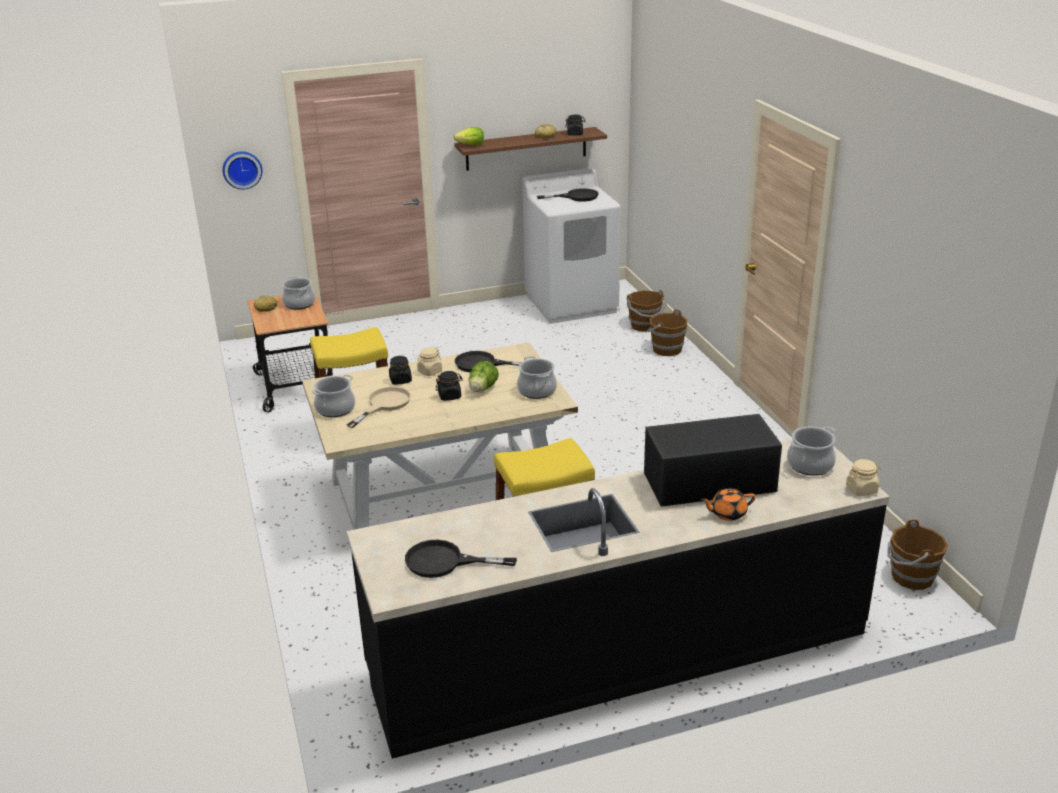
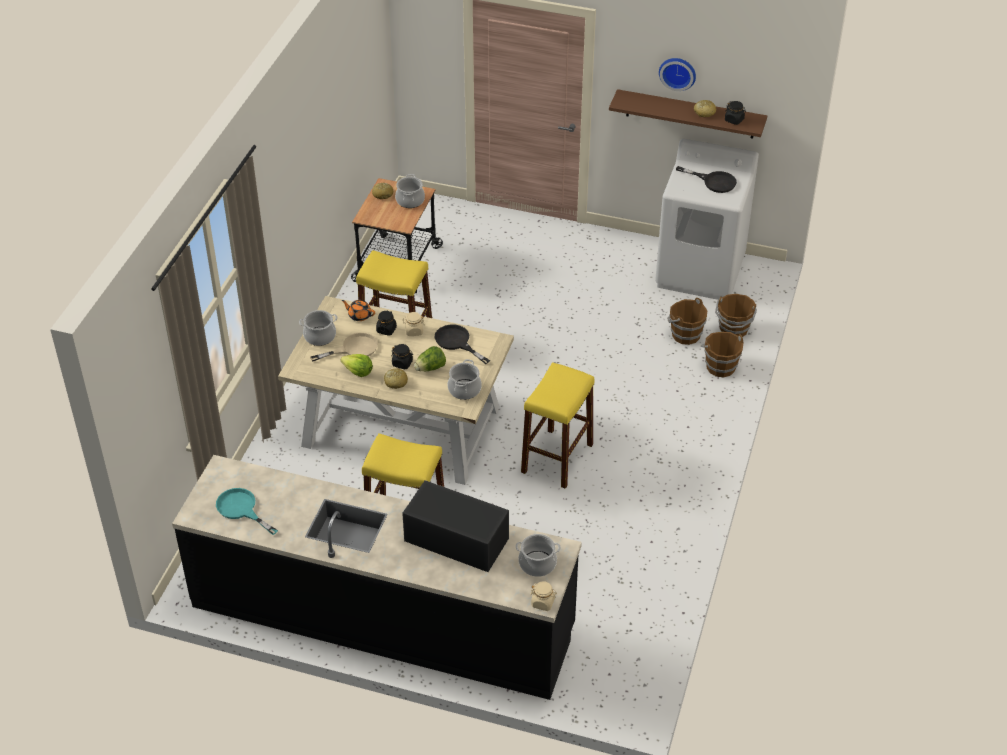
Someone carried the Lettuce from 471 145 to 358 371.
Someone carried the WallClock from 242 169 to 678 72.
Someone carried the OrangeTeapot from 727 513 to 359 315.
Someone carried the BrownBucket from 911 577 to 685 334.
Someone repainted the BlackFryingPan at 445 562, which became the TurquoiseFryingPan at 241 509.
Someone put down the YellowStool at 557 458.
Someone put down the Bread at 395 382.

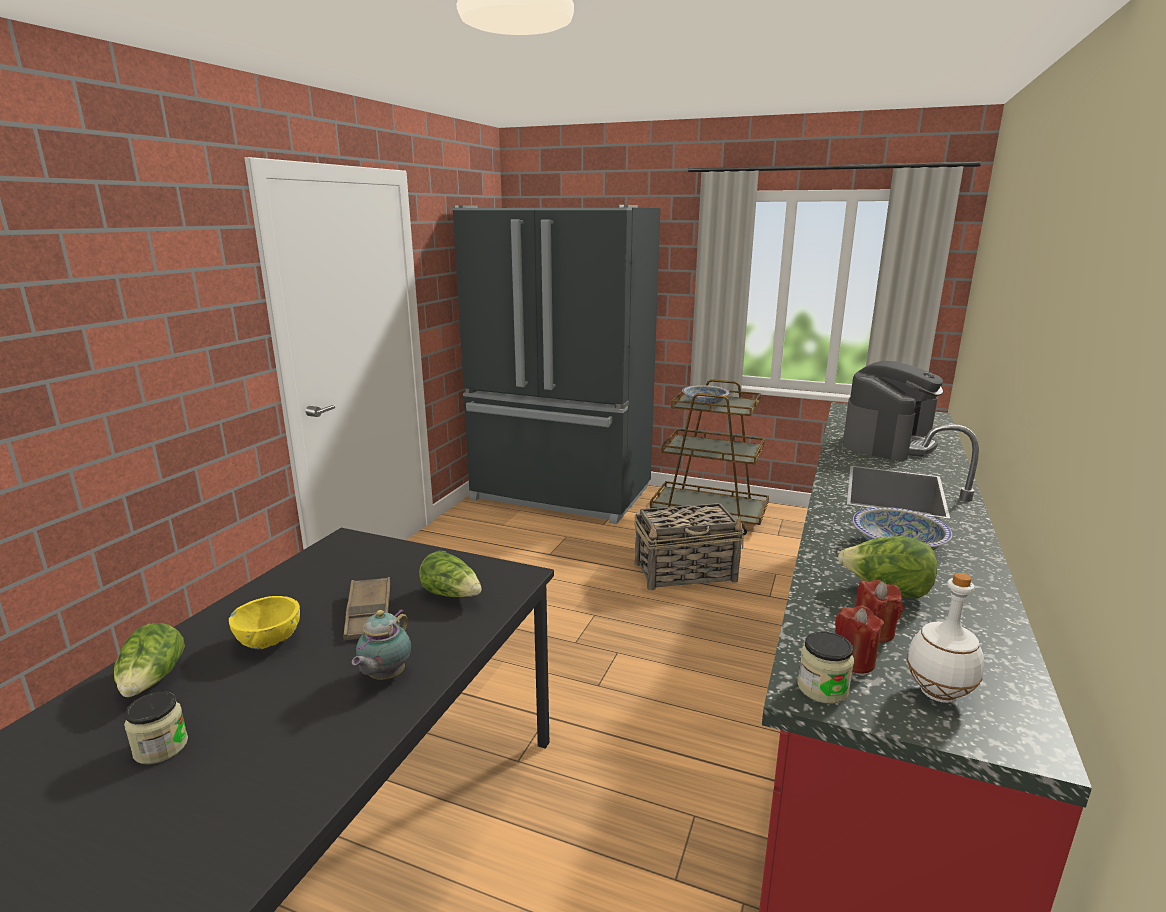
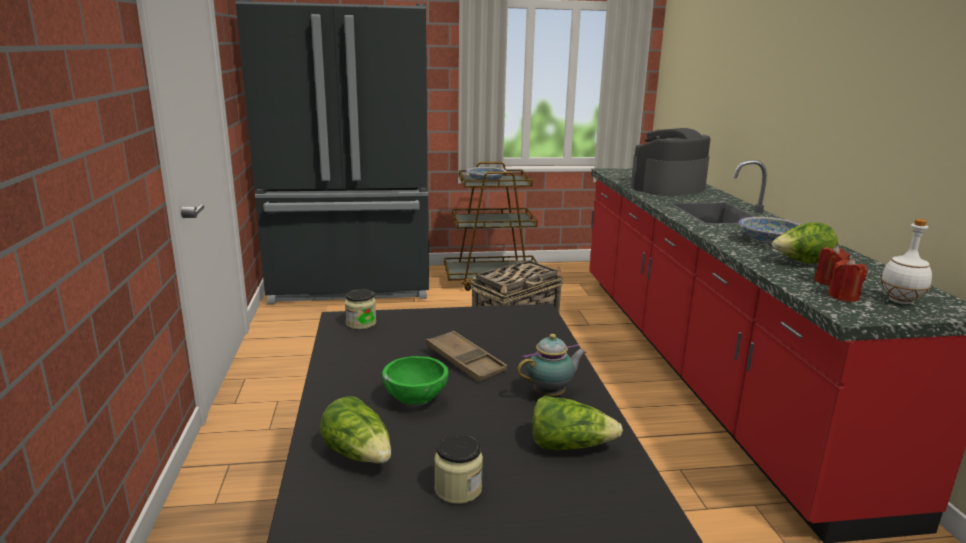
Someone rotated the CoffeeMachine at 888 443 by 135 degrees counterclockwise.
Someone carried the Lettuce from 452 594 to 569 445.
Someone repainted the YellowBowl at 270 642, which became the GreenBowl at 415 400.
Someone rotated the Teapot at 384 677 by 105 degrees counterclockwise.
Someone carried the Jar from 822 688 to 361 323.

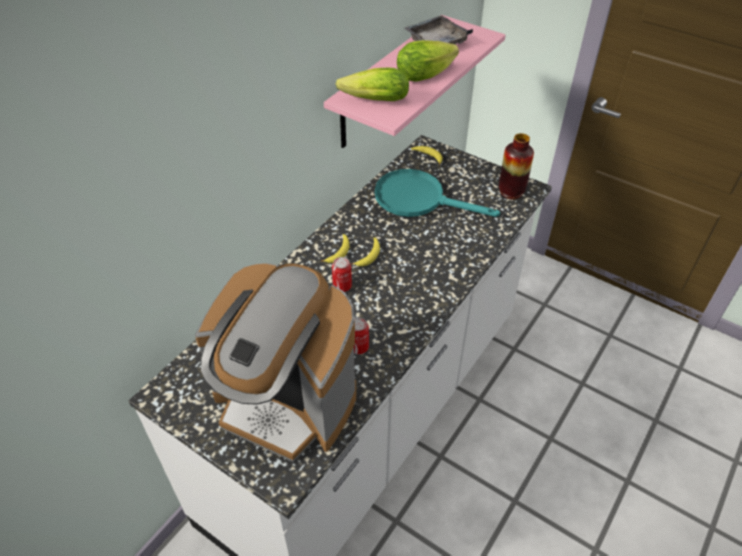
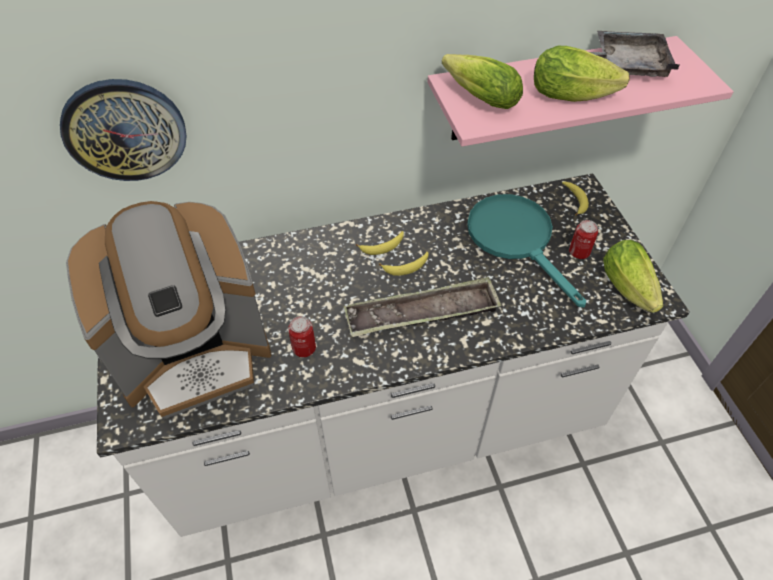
Someone swapped the Vase at 511 192 for the Lettuce at 629 290.
Someone carried the Can from 342 286 to 579 252.
Someone rotated the CoffeeMachine at 286 403 by 90 degrees counterclockwise.
Someone put up the WallClock at 125 130.
Someone put down the Tray at 422 313.

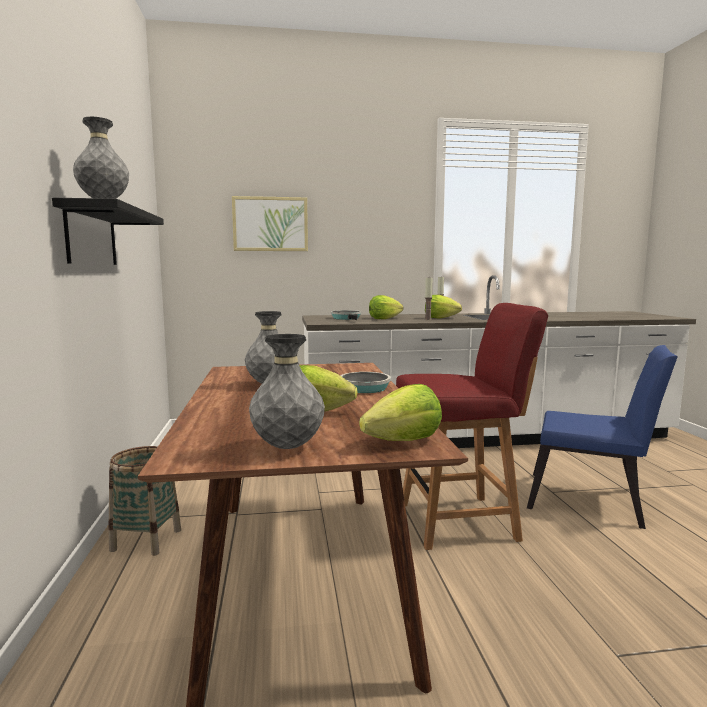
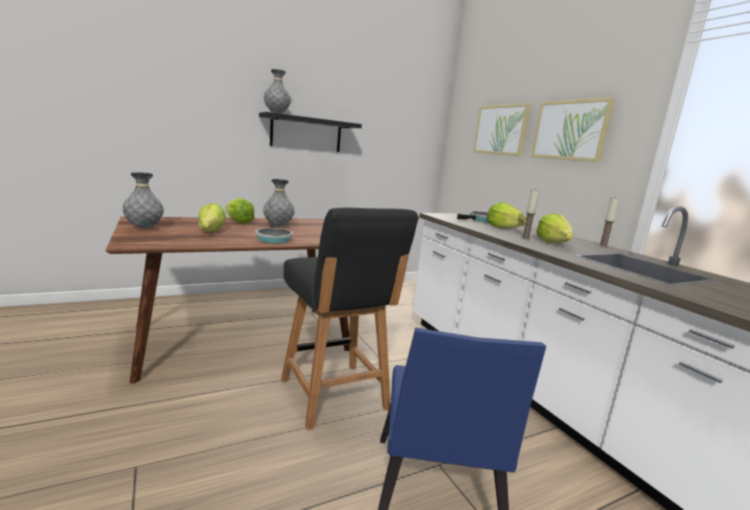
Someone repainted the RedChair at 460 521, which became the BlackChair at 334 396.
Someone carried the Lettuce from 404 441 to 238 221.
Someone took away the Basket at 146 540.
Someone put up the Picture at 570 130.

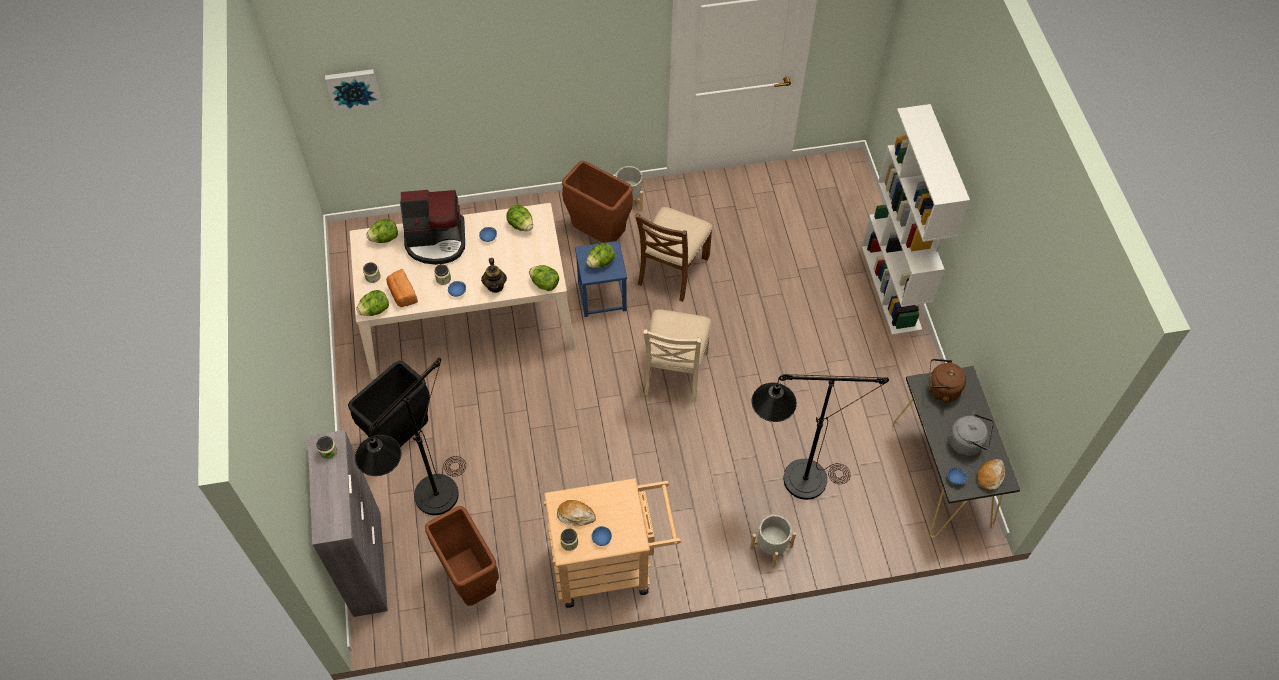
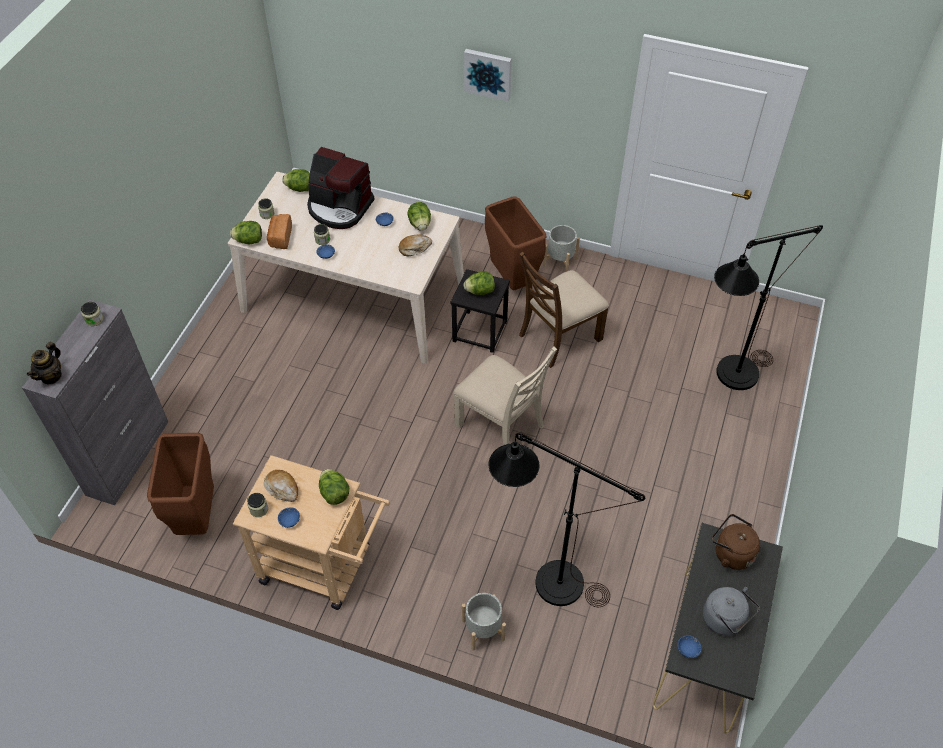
Someone carried the Picture from 353 89 to 488 73.
Someone took away the WhiteBookcase at 891 287.
Someone repainted the BlueStool at 602 296, which became the BlackStool at 480 331.
Someone carried the Teapot from 495 285 to 51 376.
Someone carried the Lettuce from 545 284 to 334 493.
Someone rotated the BeigeChair at 674 372 by 90 degrees counterclockwise.
Someone carried the BlackFloorLamp from 429 505 to 728 378.
Someone took away the BlackTrashCan at 401 436.
Someone carried the Bread from 990 476 to 414 248.

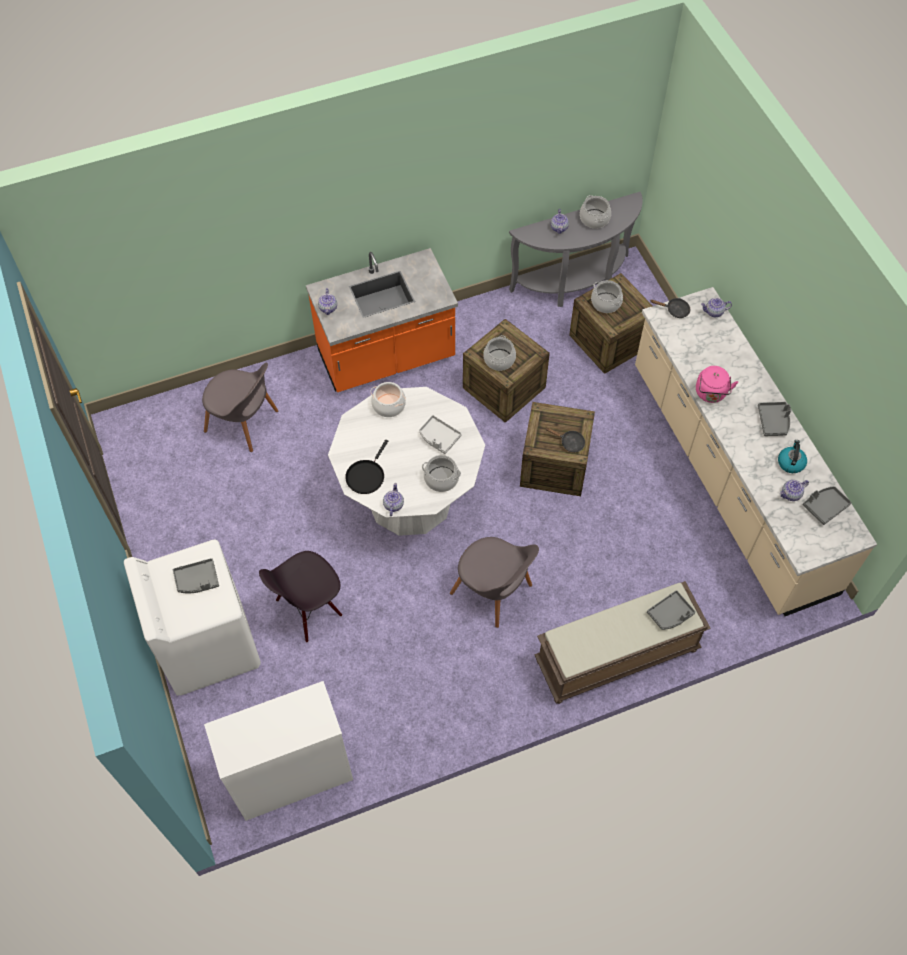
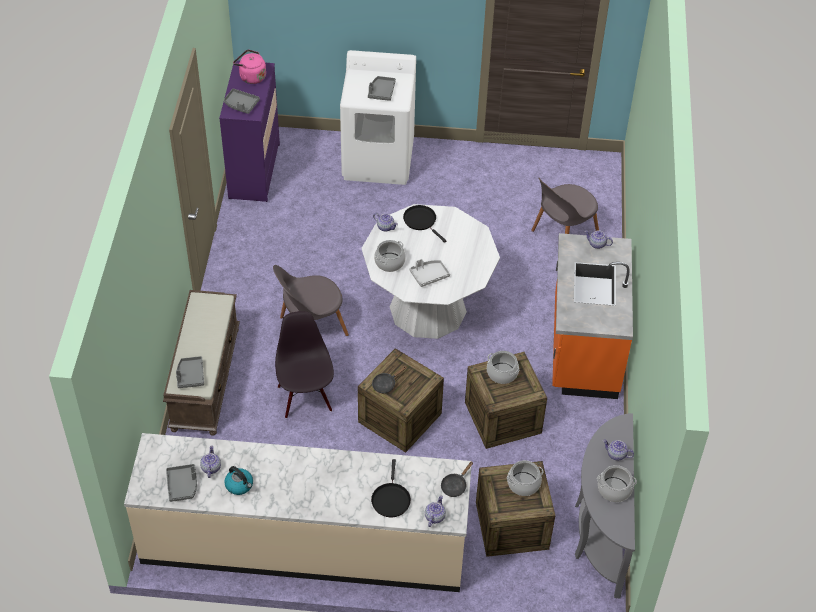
Someone carried the PinkKettle from 711 394 to 251 77.
Someone took away the CookingPot at 388 405.
Someone carried the GreyTray from 773 421 to 241 105.
Someone carried the BlackChair from 309 609 to 305 398.
Someone repainted the WhiteDresser at 292 775, which became the PurpleDresser at 254 171.
Someone put down the BlackFryingPan at 390 499.

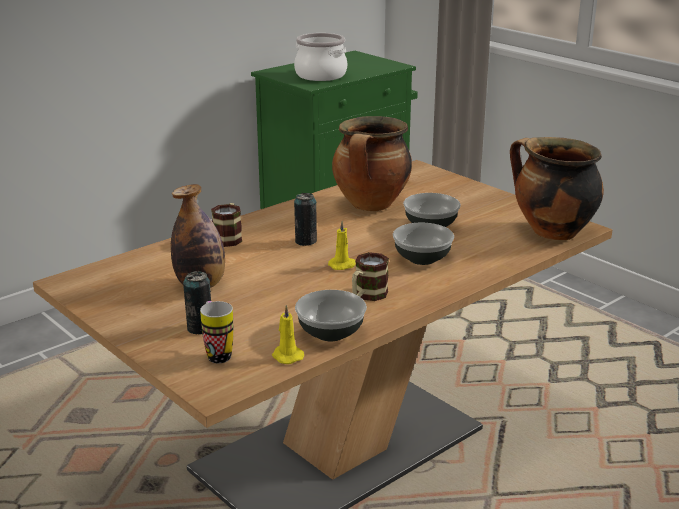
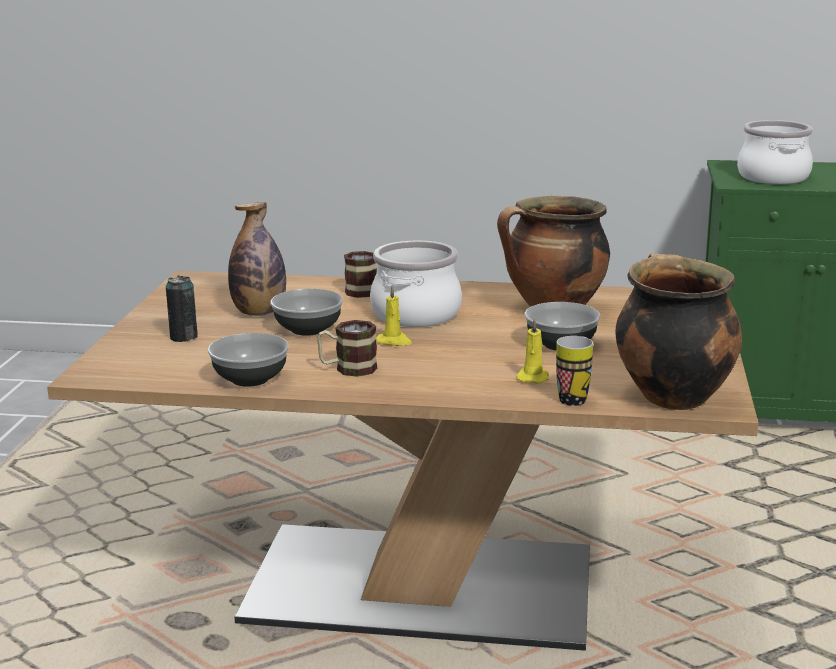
Someone swapped the Can at 306 241 for the CookingPot at 417 315.
Someone carried the Bowl from 422 259 to 307 330.
Someone carried the Mug from 217 353 to 575 397.
Someone carried the YellowCandle from 286 356 to 533 377.

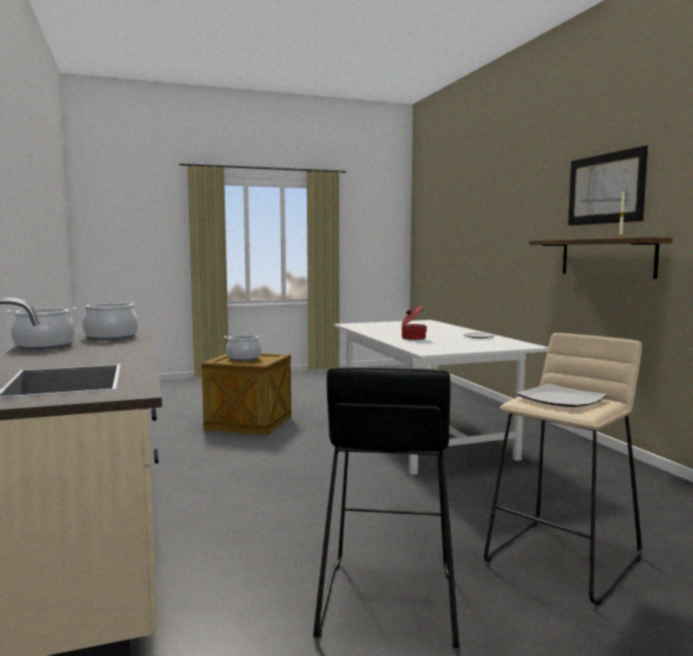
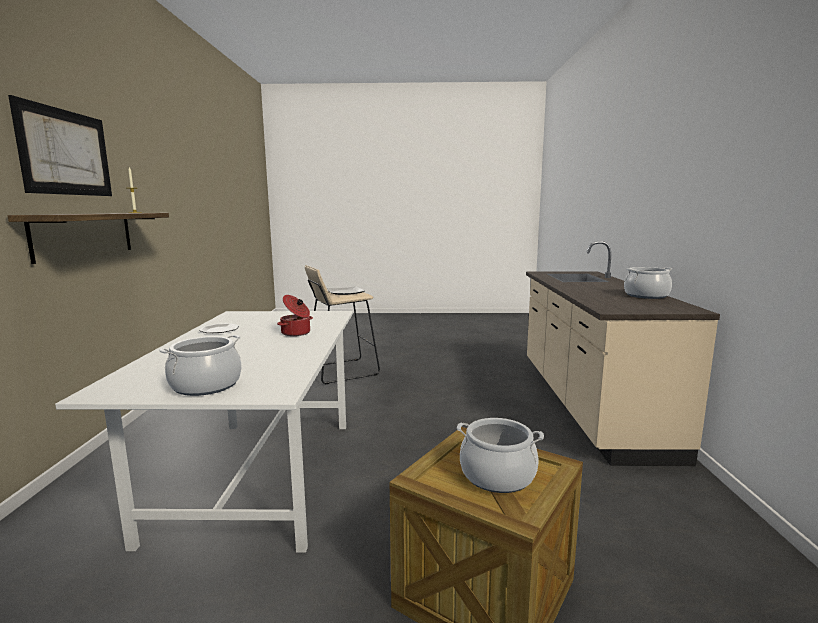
Someone carried the CookingPot from 111 337 to 206 385.
Someone took away the BlackStool at 387 603.

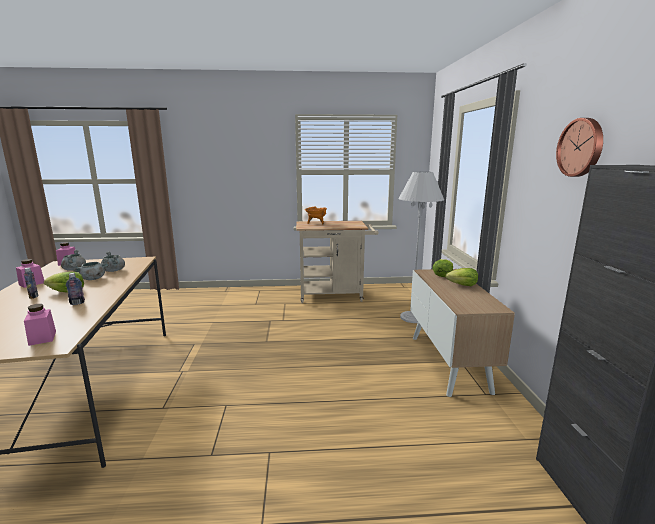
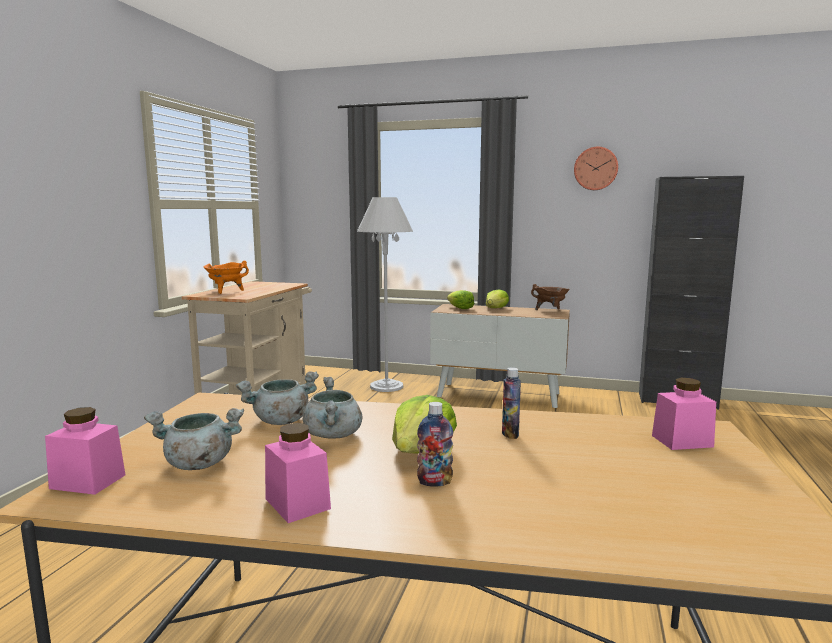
Someone put down the BrownCookingPot at 550 310.

